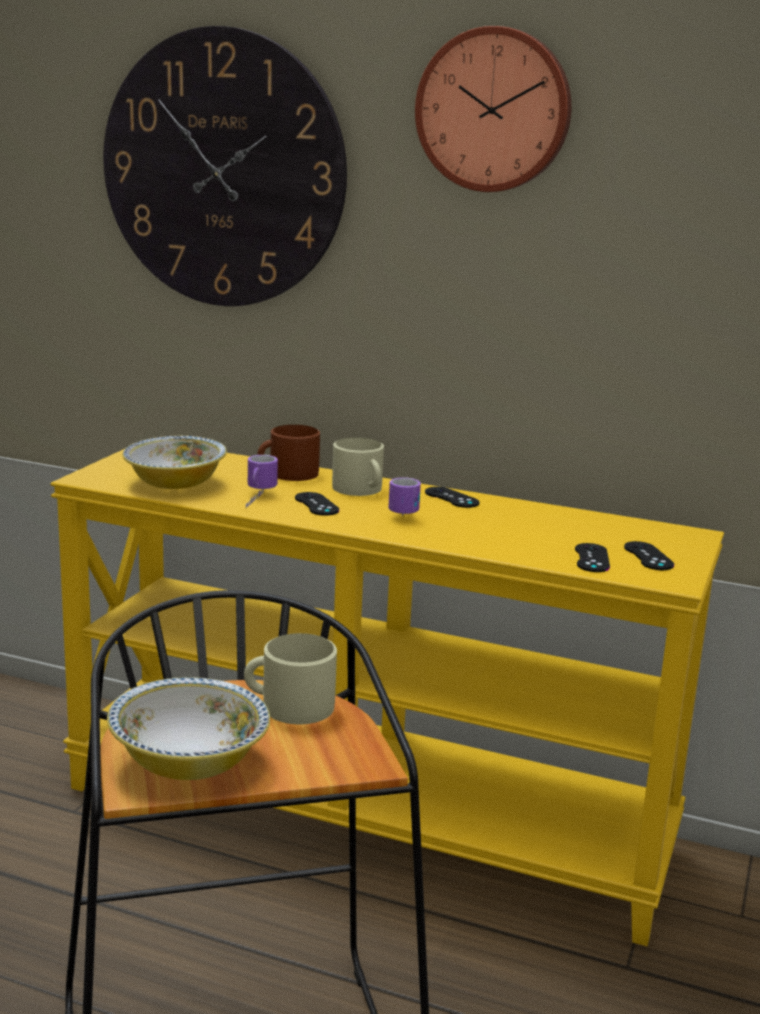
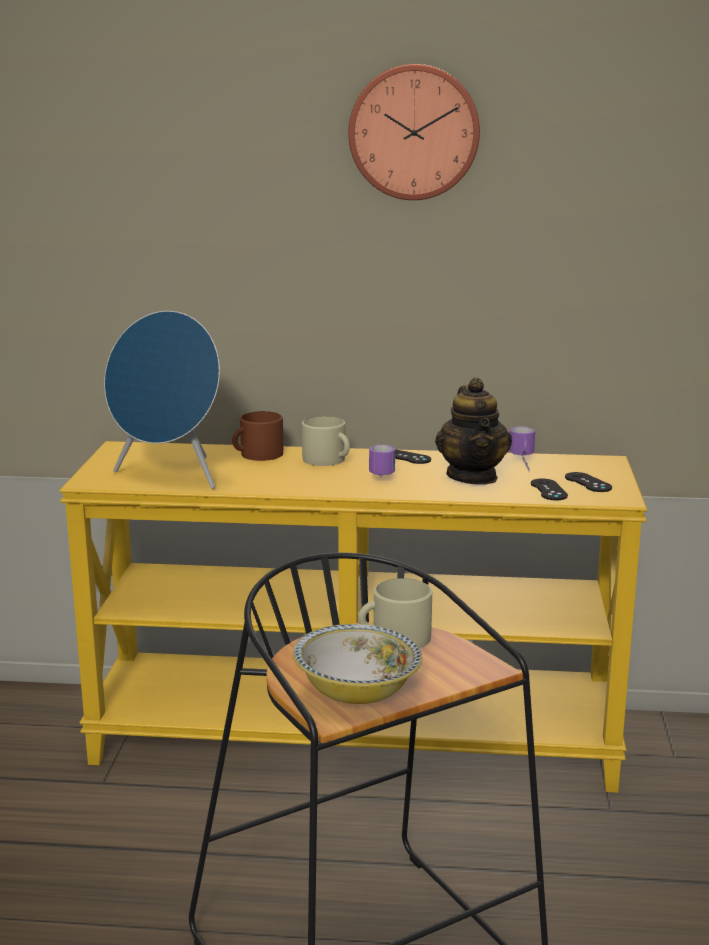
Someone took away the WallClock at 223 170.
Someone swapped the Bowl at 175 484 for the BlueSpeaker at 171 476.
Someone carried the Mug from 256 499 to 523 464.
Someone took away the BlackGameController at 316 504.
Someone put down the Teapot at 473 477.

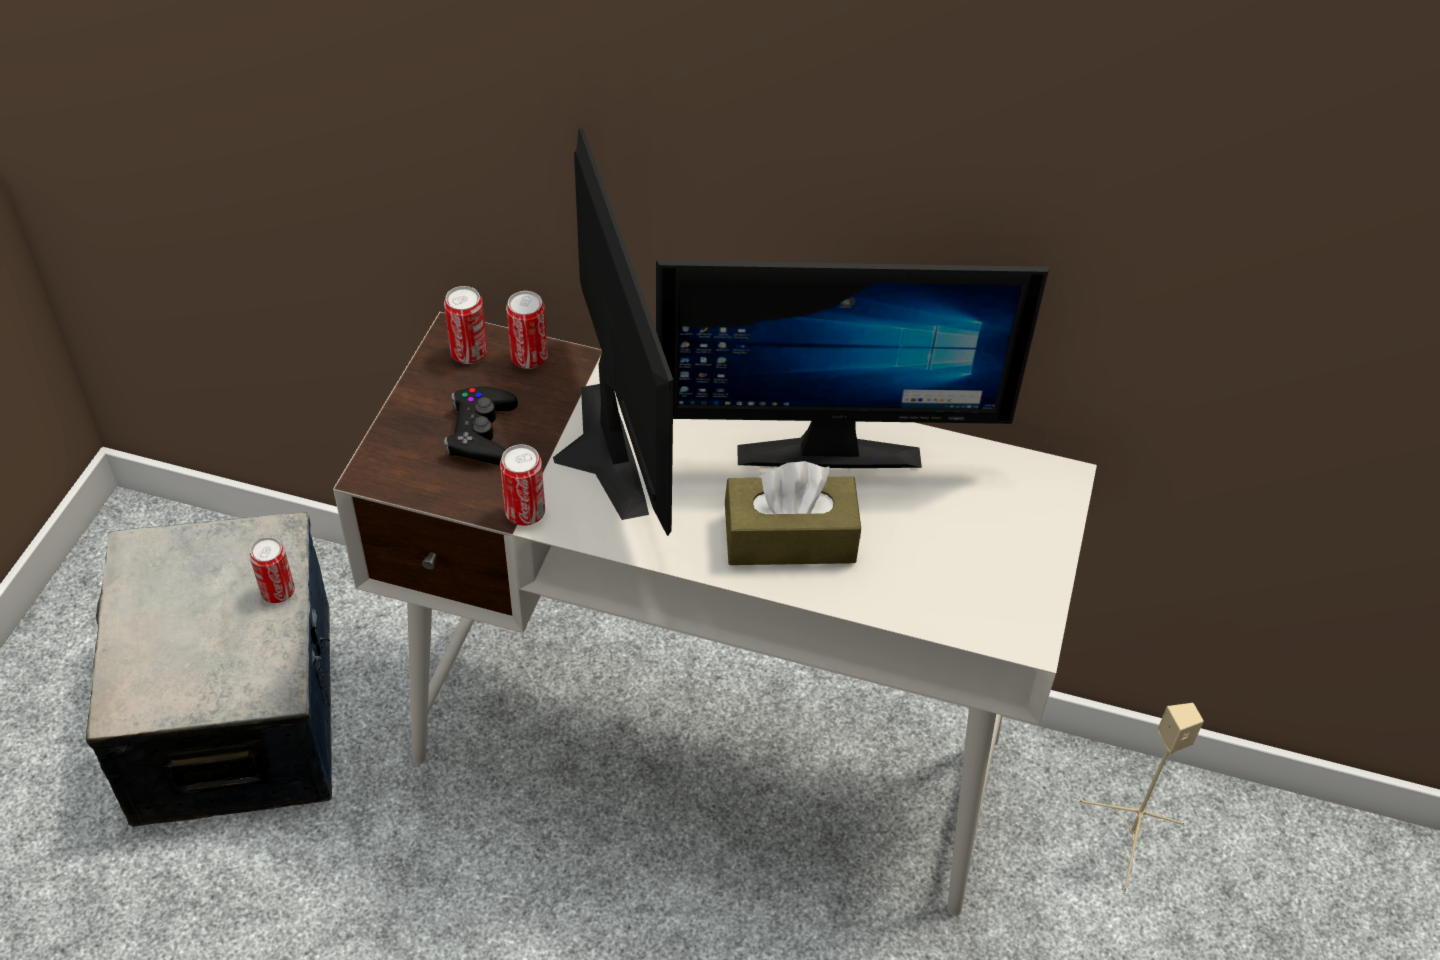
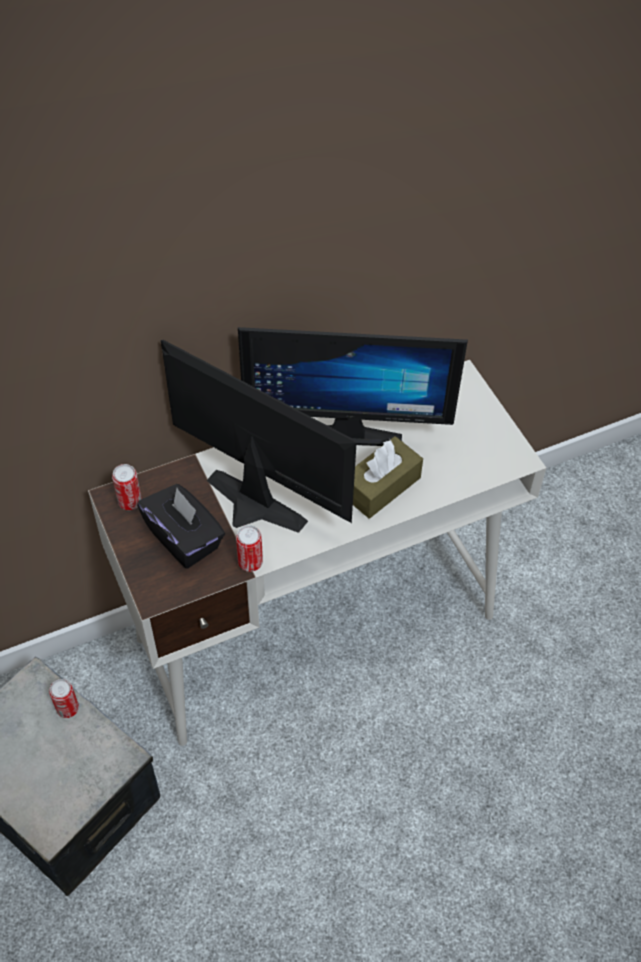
Someone rotated the Monitor at 827 440 by 45 degrees clockwise.
Someone took away the Can at 529 358.
Someone swapped the BlackGameController at 482 433 for the BlackTissueBox at 184 538.
Someone took away the BeigeSpeaker at 1129 840.

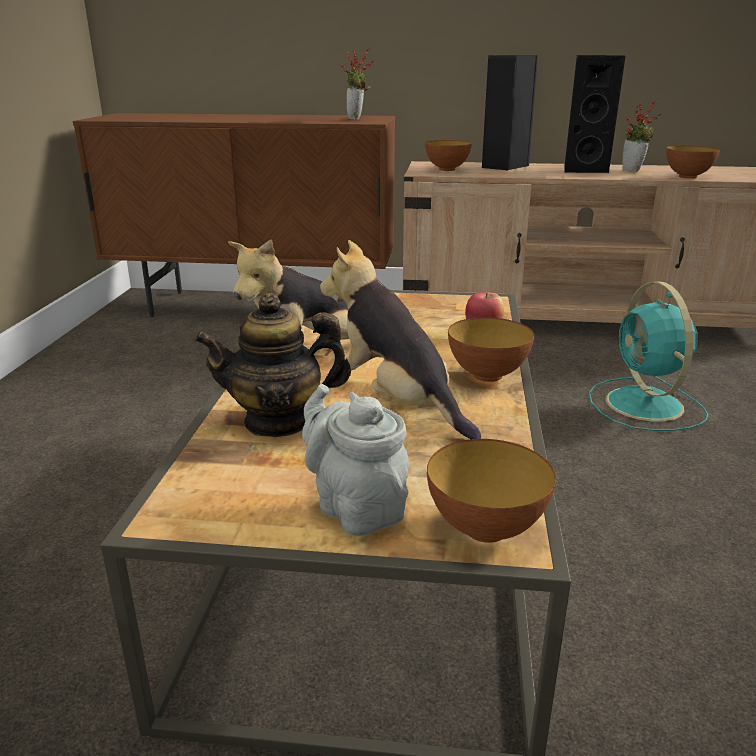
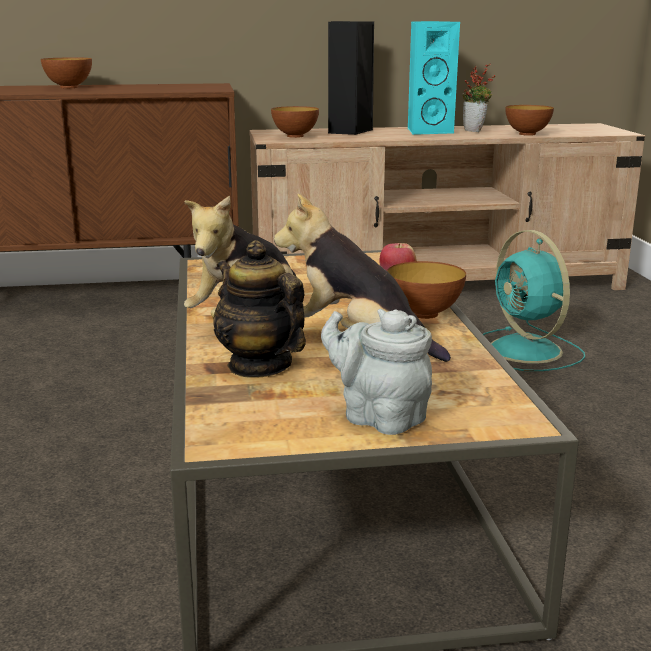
Someone took away the PottedPlant at 357 119.
Someone repainted the BlackSpeaker at 583 169, which became the TurquoiseSpeaker at 427 131.
Someone rotated the Teapot at 278 421 by 75 degrees clockwise.
Someone carried the Bowl from 485 529 to 69 87.

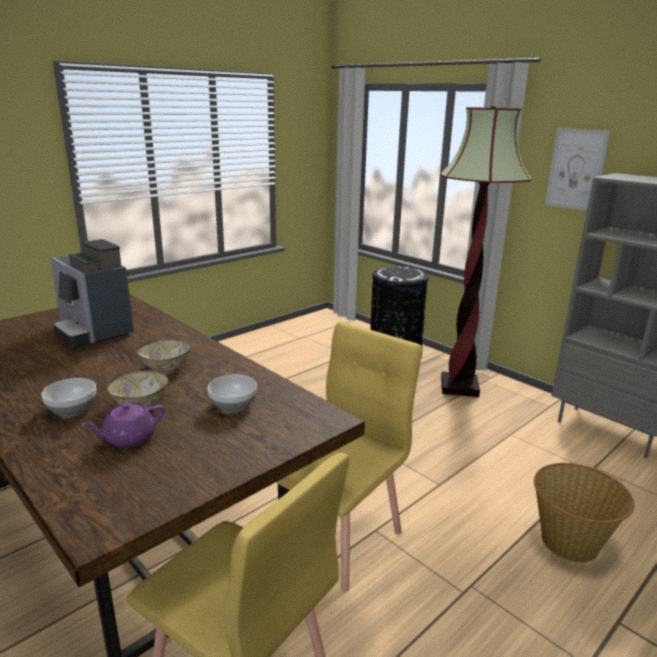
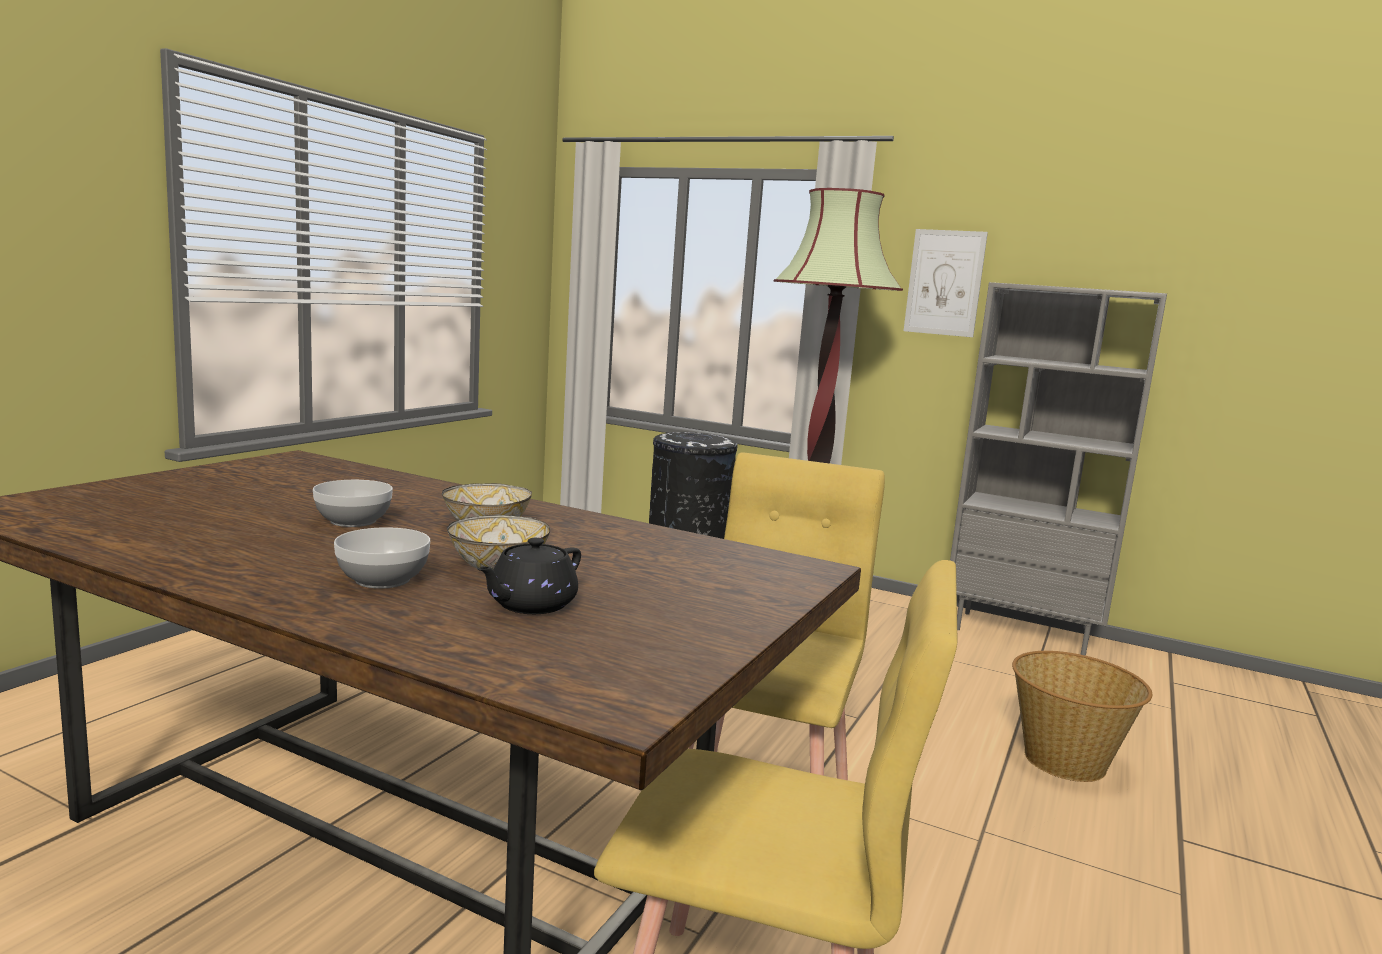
Someone took away the CoffeeMachine at 93 331.
Someone carried the Bowl from 233 405 to 354 521.
Someone repainted the PurpleTeapot at 128 438, which became the BlackTeapot at 531 605.

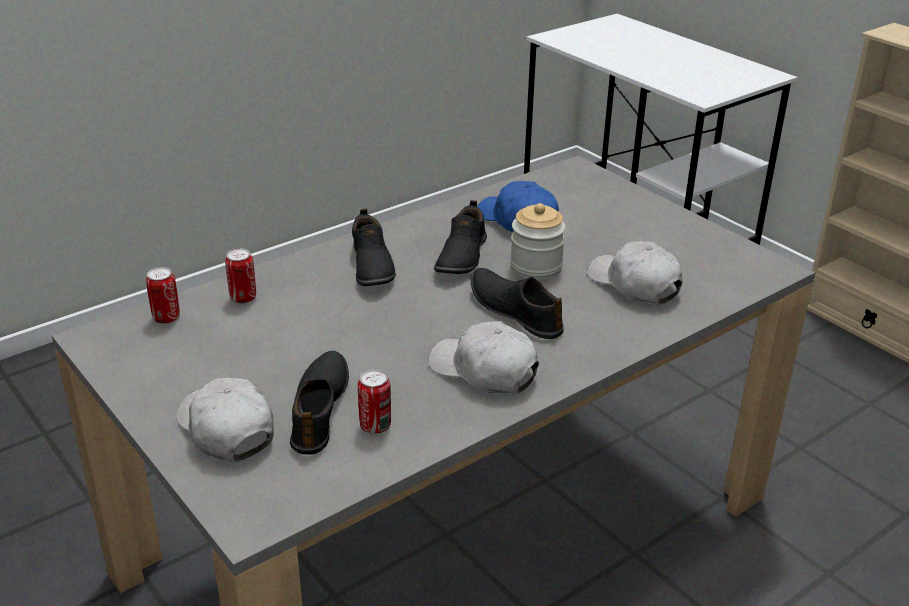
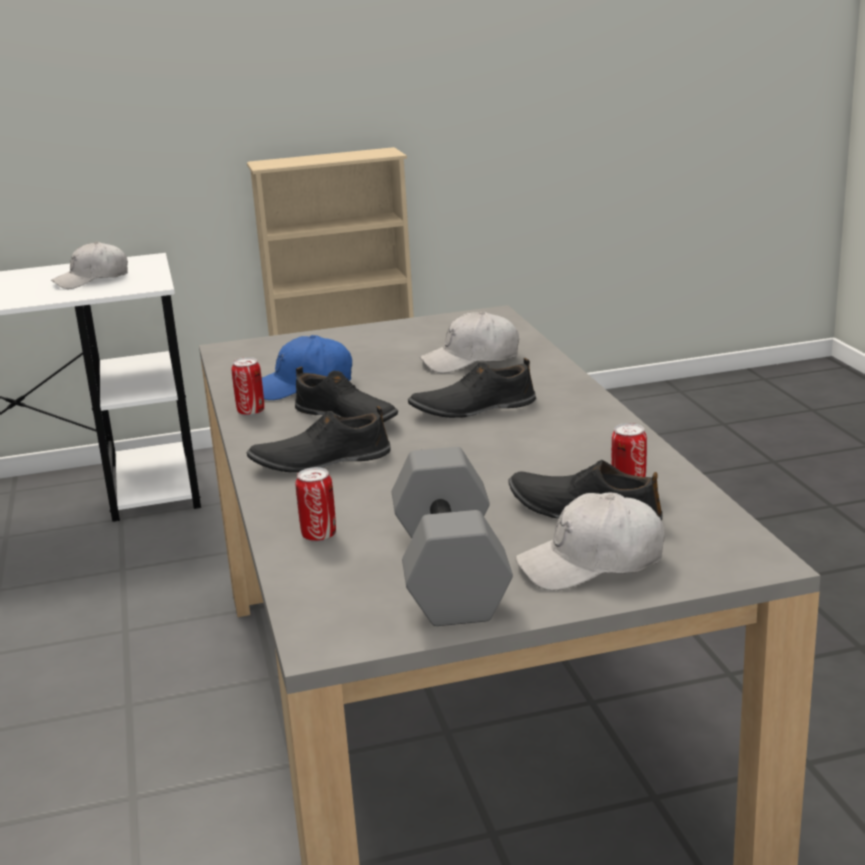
Someone took away the Jar at 536 267.
Someone rotated the BlackShoe at 370 266 by 150 degrees clockwise.
Someone carried the Can from 166 318 to 251 412.
Someone carried the WhiteCap from 484 371 to 92 280.
Someone put down the GreyDumbbell at 453 572.

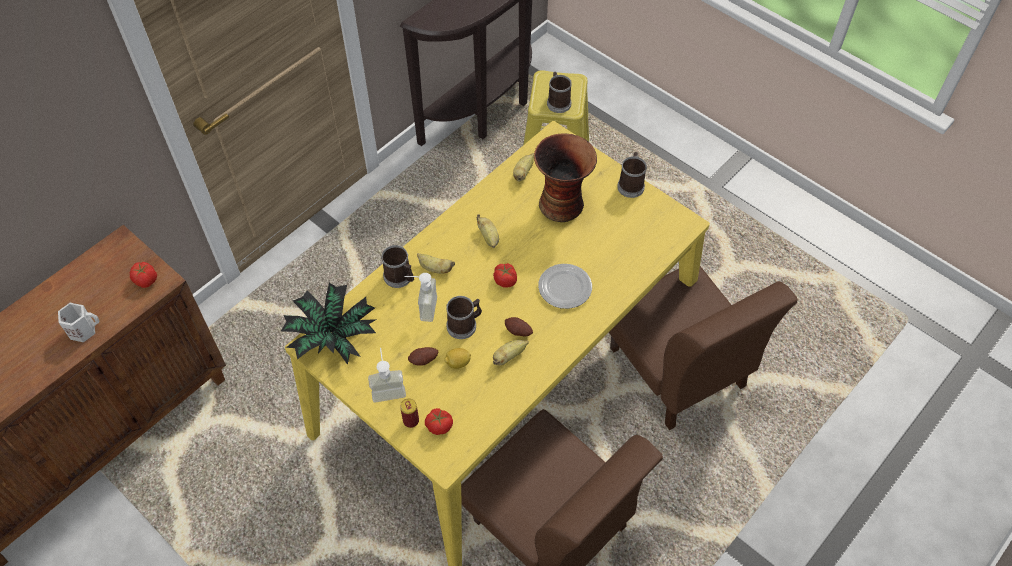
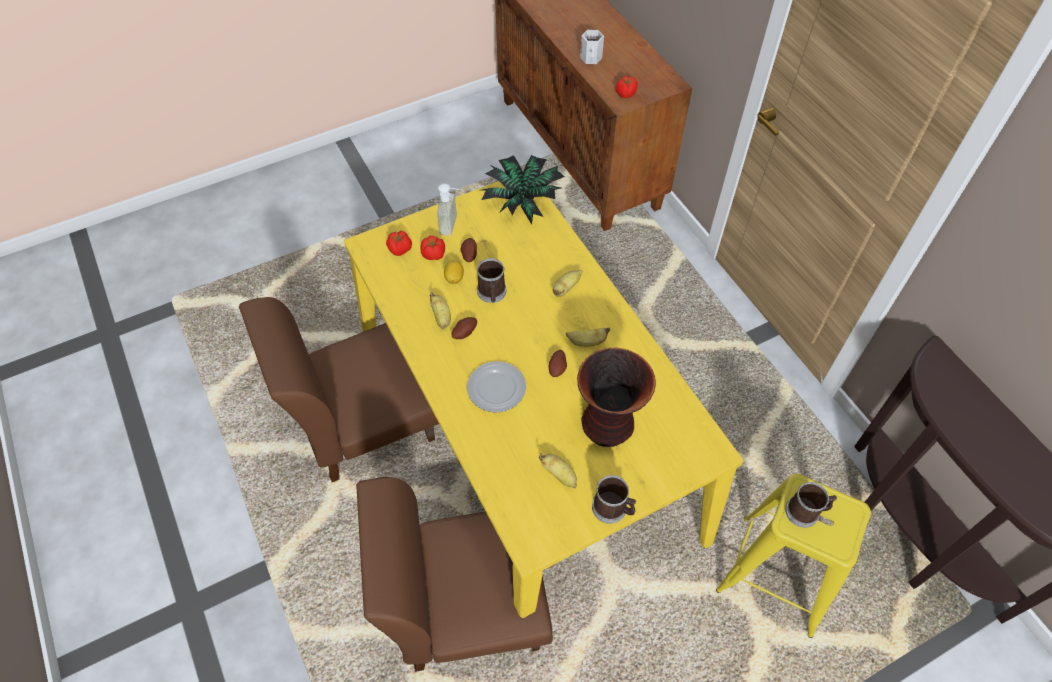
Someone carried the Banana from 523 173 to 559 475.
Someone took away the Mug at 400 277.
Someone carried the Tomato from 505 281 to 434 255.
Someone took away the SoapDispenser at 422 308.
Someone took away the Can at 411 421.
Someone put down the Potato at 557 368.

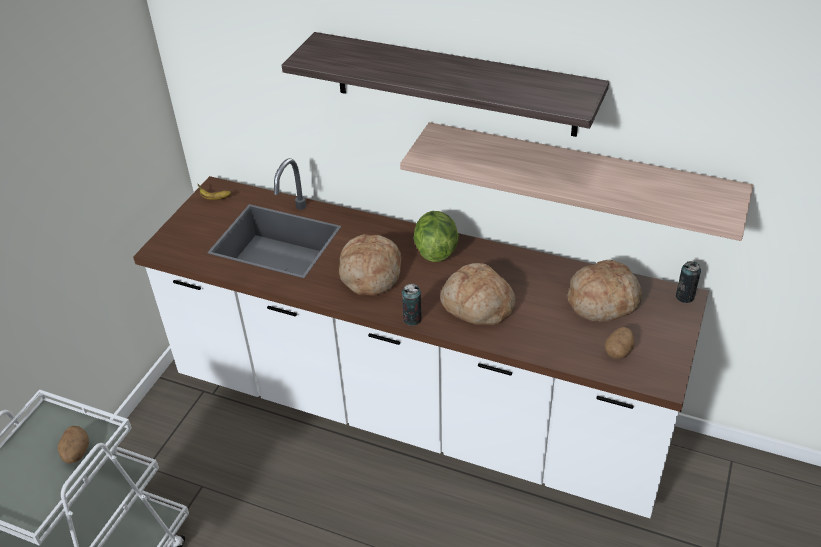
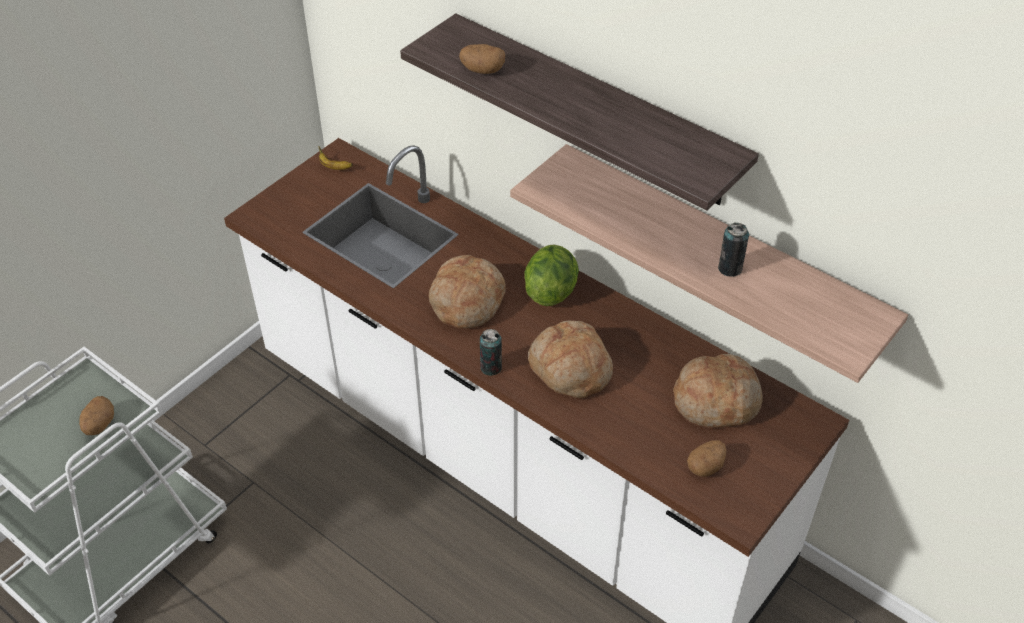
Someone carried the Can from 684 296 to 730 268.
Someone put down the Potato at 482 70.

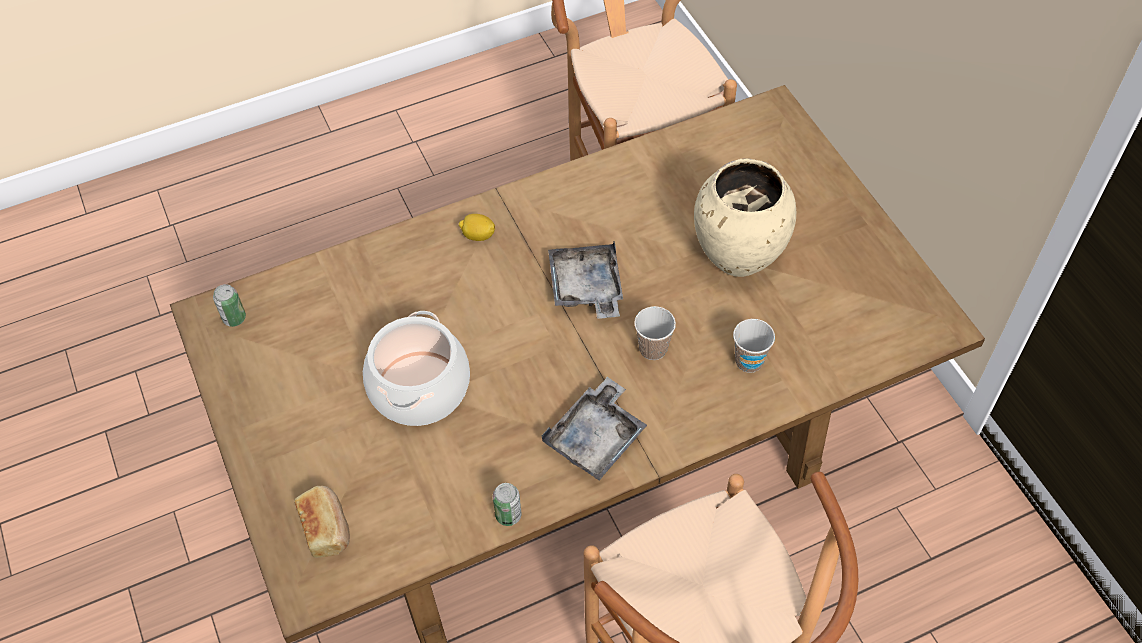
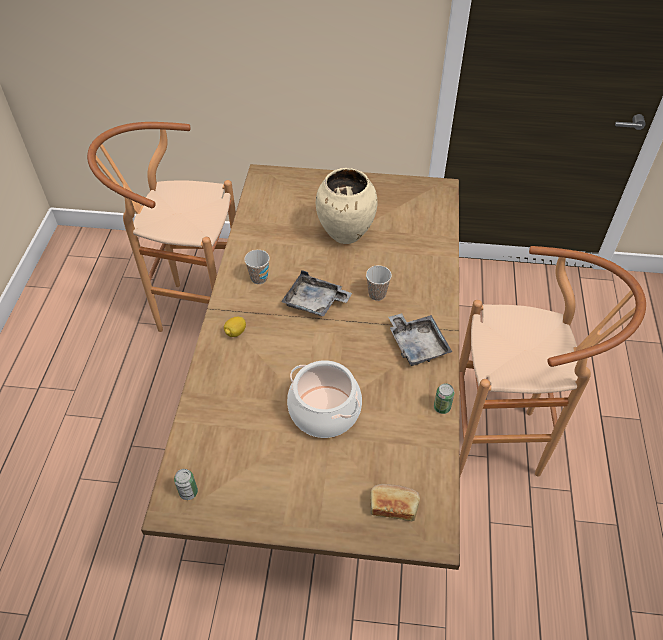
Someone carried the Cup from 749 361 to 259 278.

